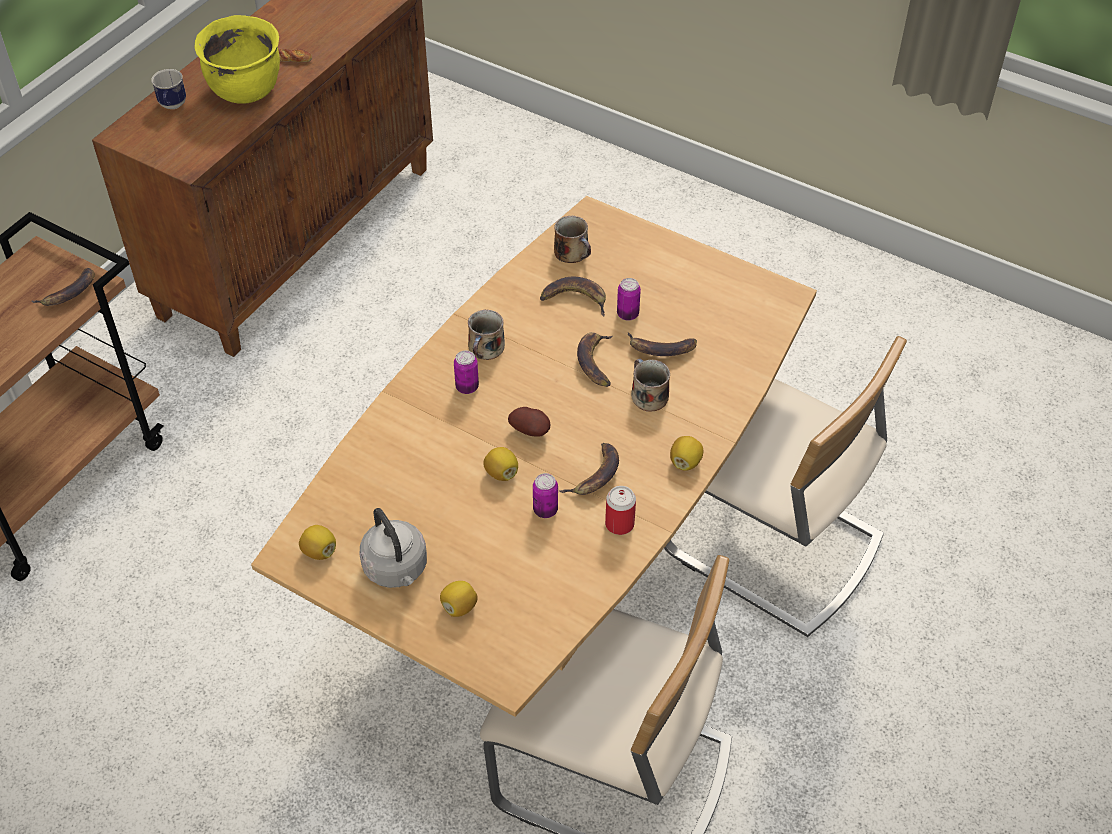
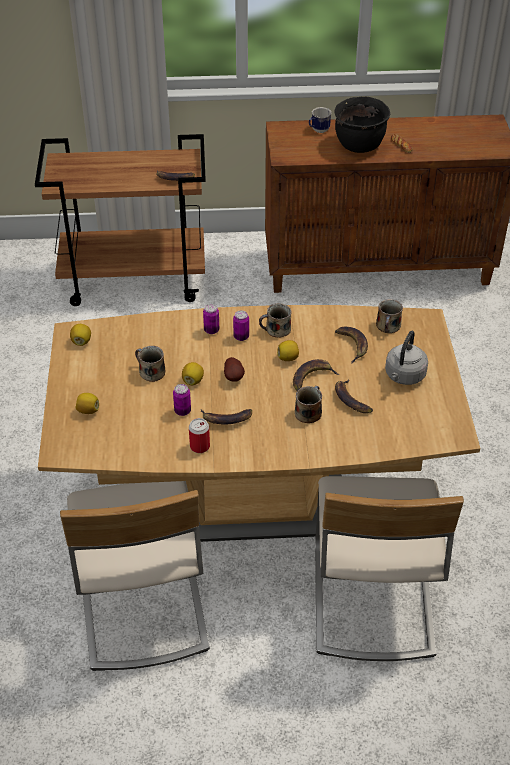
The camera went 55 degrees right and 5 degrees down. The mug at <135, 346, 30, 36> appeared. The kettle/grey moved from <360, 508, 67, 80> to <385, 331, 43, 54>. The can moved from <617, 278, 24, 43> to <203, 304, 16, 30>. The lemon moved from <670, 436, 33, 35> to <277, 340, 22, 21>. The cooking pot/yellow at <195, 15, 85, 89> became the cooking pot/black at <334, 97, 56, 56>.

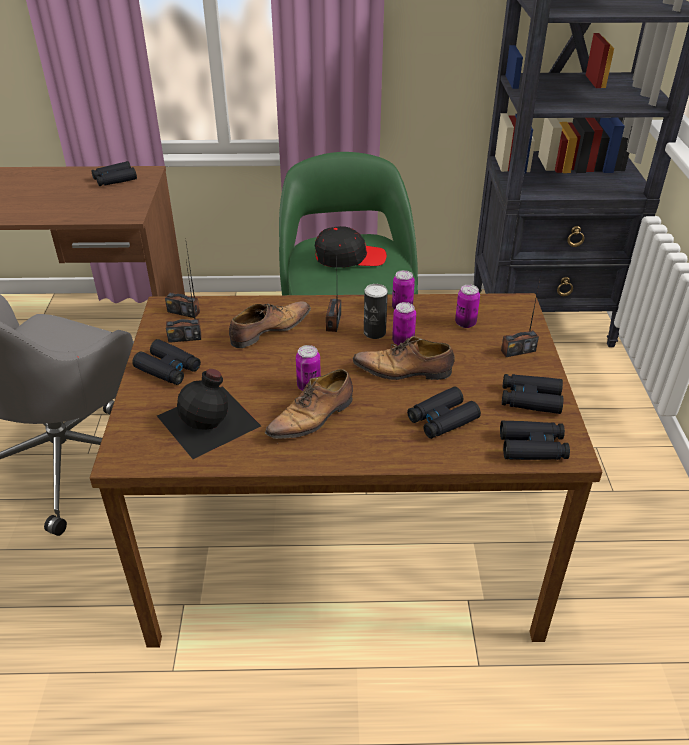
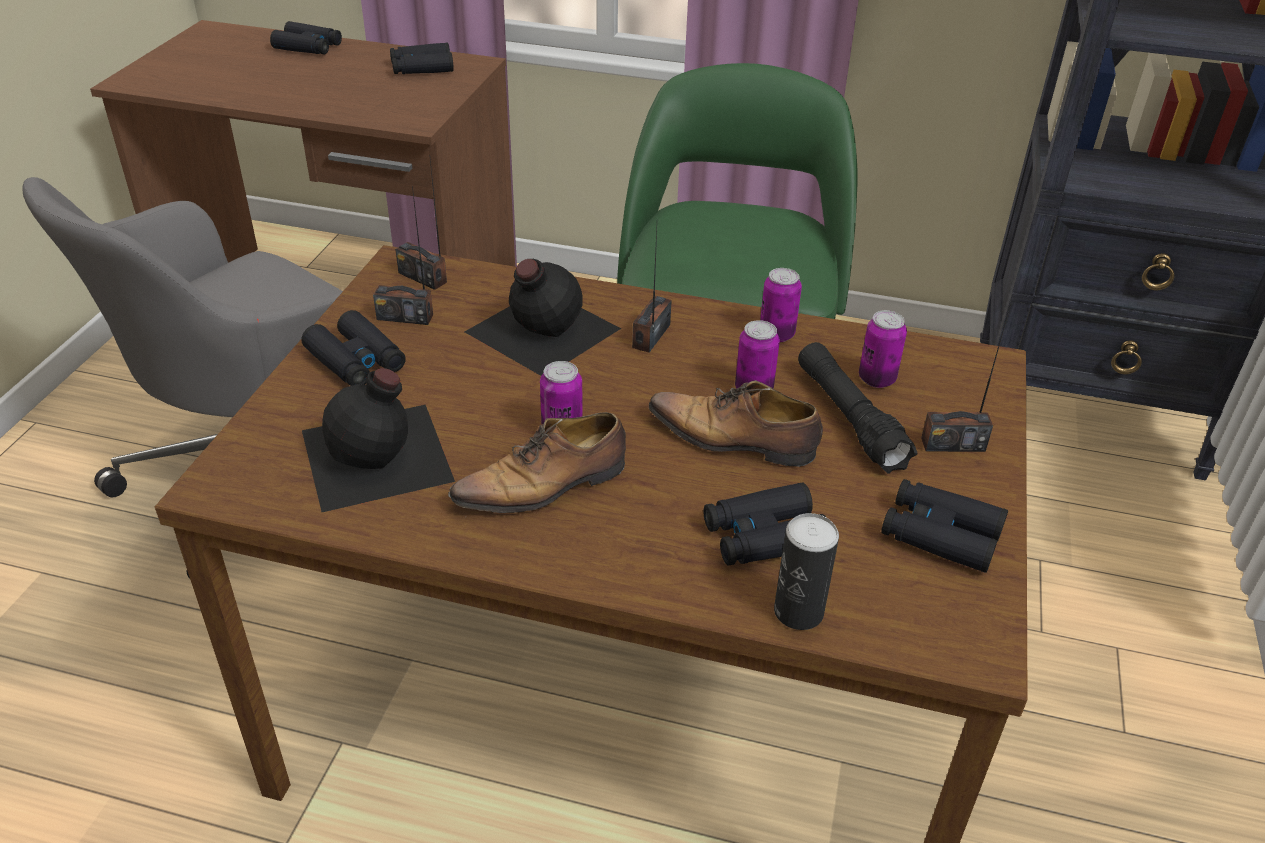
The camera went 15 degrees right and 0 degrees up. The cap/black at <315, 226, 72, 42> disappeared. The flashlight/black at <798, 342, 119, 132> appeared. The can moved from <364, 284, 24, 55> to <774, 513, 65, 117>. The binoculars/black moved from <500, 420, 70, 40> to <270, 21, 72, 34>. The shoe at <229, 301, 82, 47> was replaced by the bottle/black at <465, 259, 156, 117>.

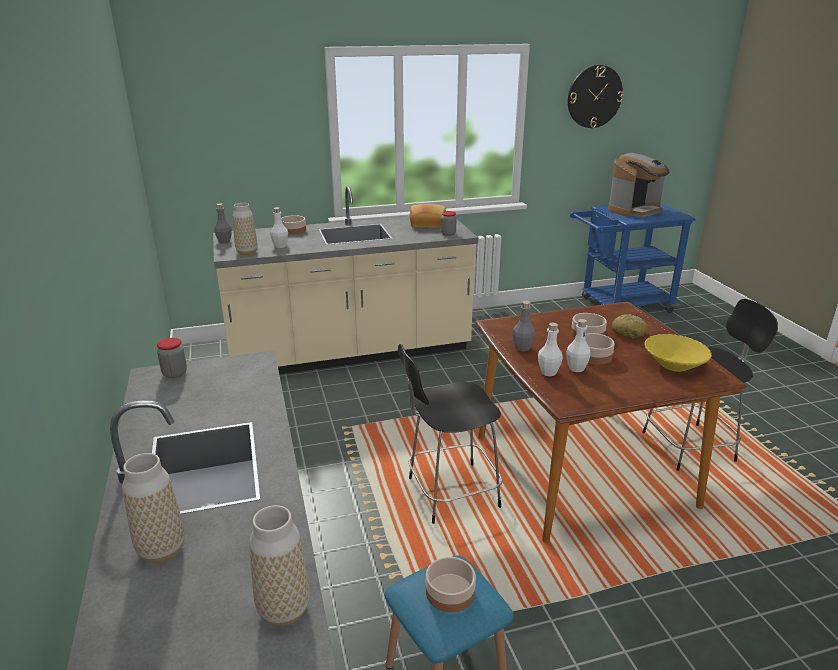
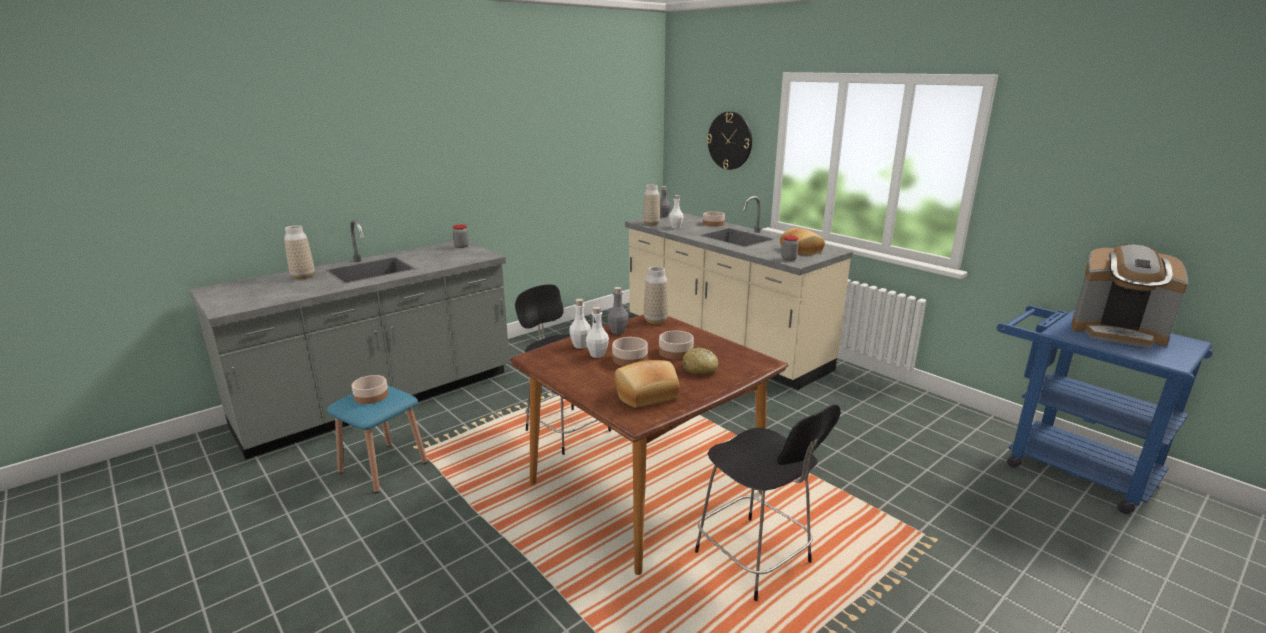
The camera went 65 degrees right and 5 degrees down. The vase moved from <249, 505, 60, 121> to <644, 267, 24, 57>. The wall clock moved from <568, 65, 55, 63> to <707, 112, 45, 58>. The bowl/yellow at <645, 334, 67, 38> was replaced by the bread at <615, 360, 65, 48>.

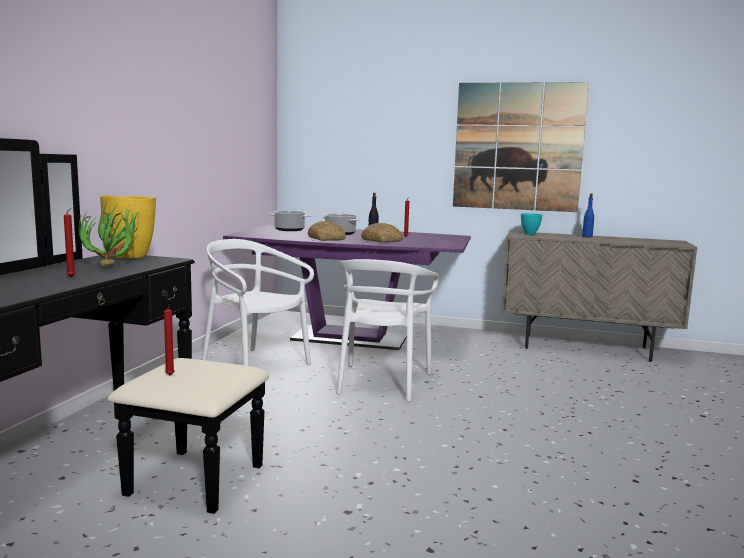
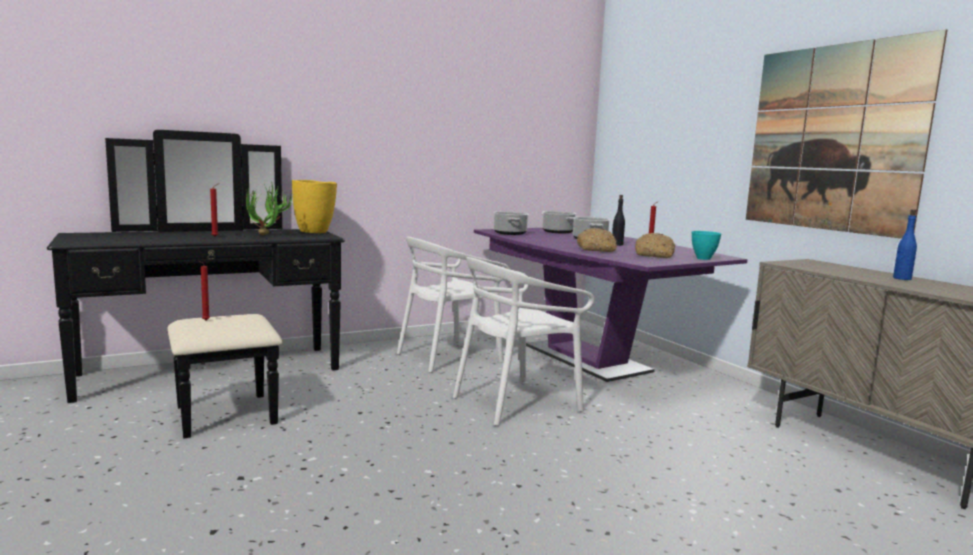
The camera went 45 degrees right and 0 degrees up. The cooking pot at <493, 211, 36, 24> appeared. The bread moved from <308, 221, 38, 20> to <635, 233, 40, 25>. The bowl/turquoise moved from <521, 213, 22, 22> to <692, 231, 29, 29>. The chair/white at <202, 239, 112, 127> turned 120 degrees counterclockwise.

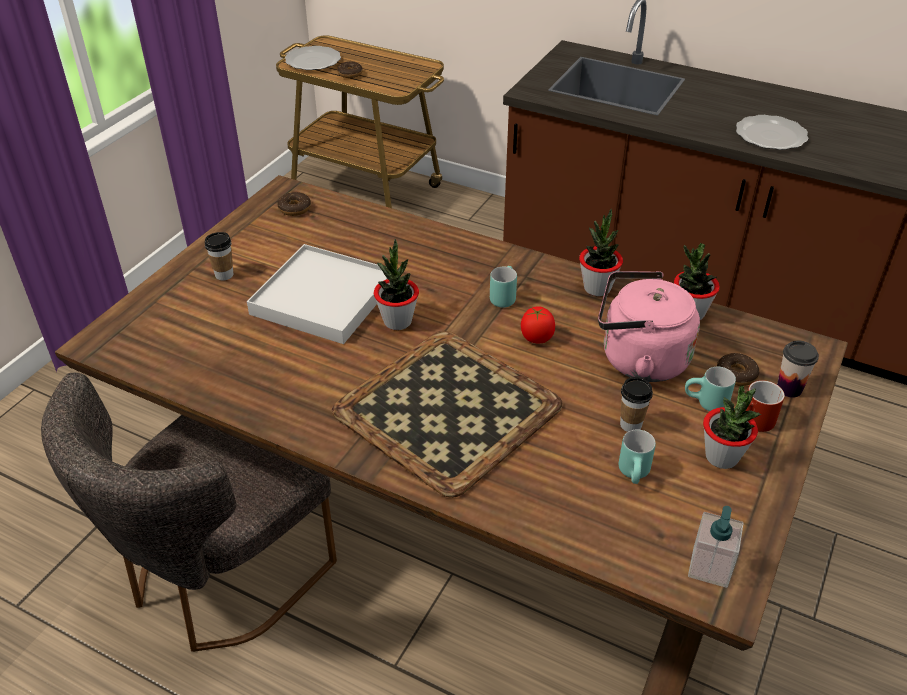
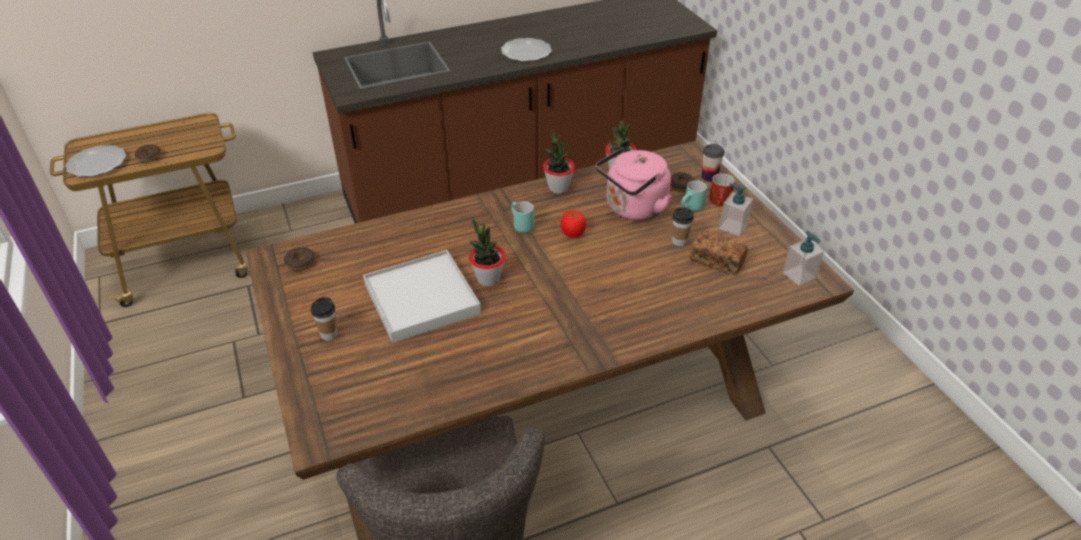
The camera went 50 degrees left and 0 degrees up. The tray at <332, 331, 231, 167> disappeared. The mug/turquoise at <619, 430, 37, 54> was replaced by the bread at <690, 231, 58, 44>. The potted plant at <703, 385, 58, 84> was replaced by the soap dispenser at <719, 183, 34, 53>.

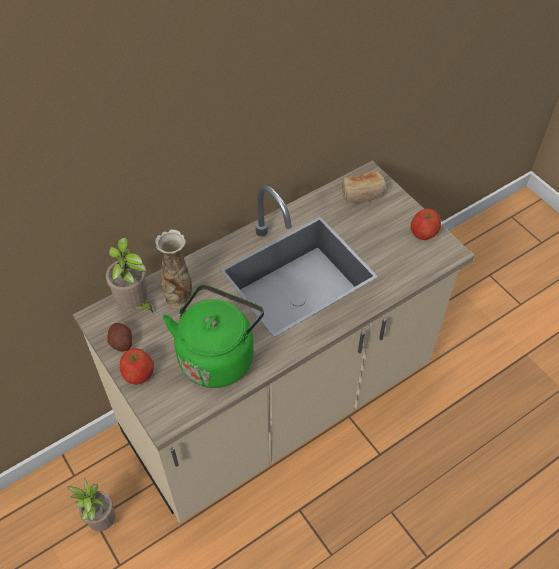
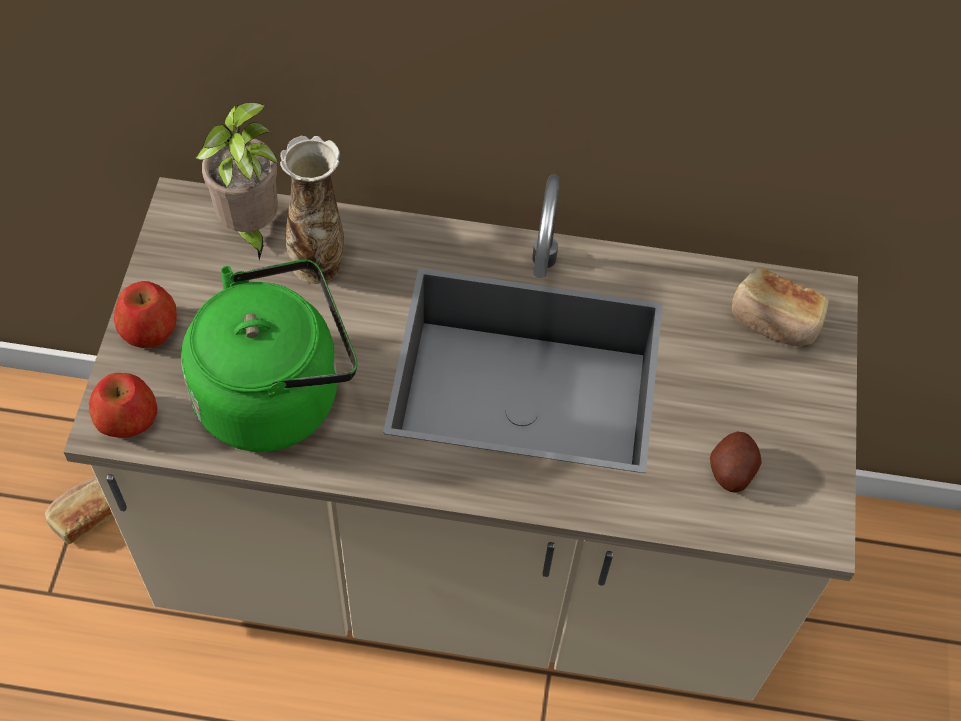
The camera went 40 degrees right and 5 degrees up. The potato moved from <107, 323, 25, 29> to <710, 432, 52, 61>. The apple moved from <411, 208, 30, 32> to <89, 373, 68, 65>. The potted plant at <68, 478, 48, 53> was replaced by the bread at <45, 477, 68, 67>.

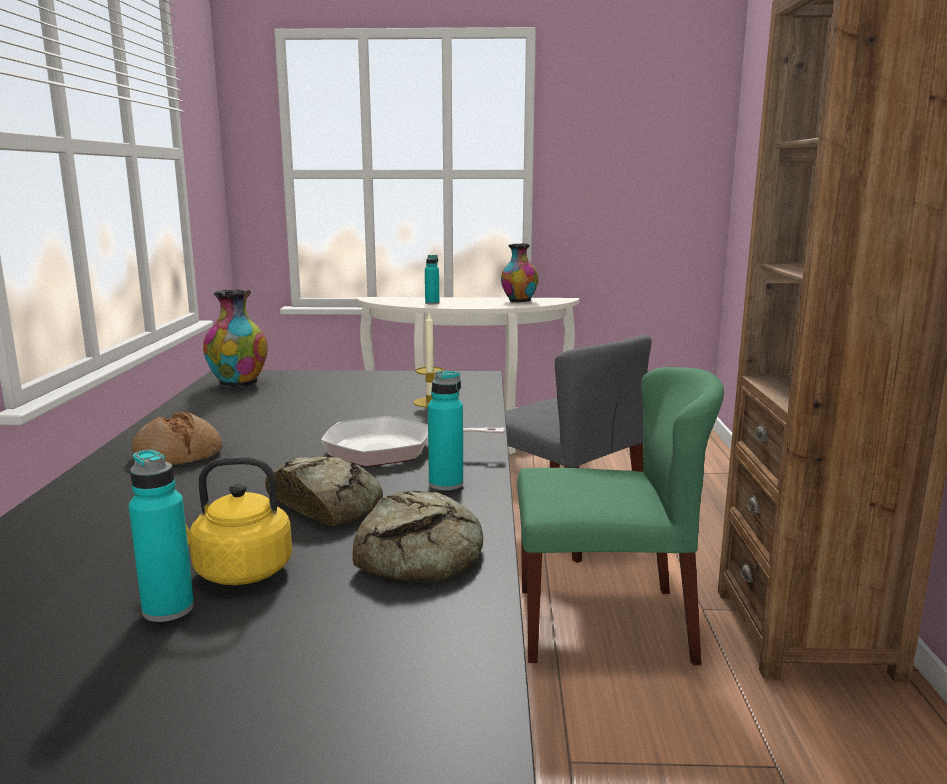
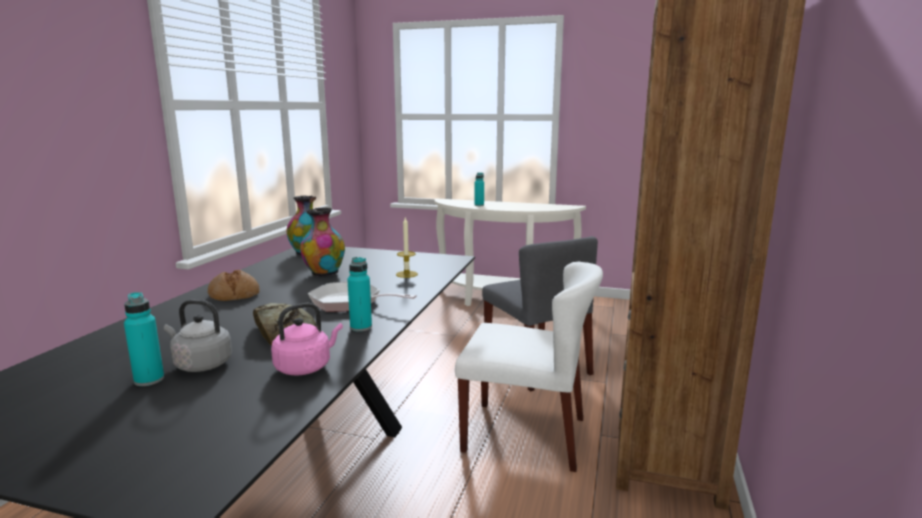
The camera went 15 degrees right and 0 degrees up. The vase moved from <501, 243, 37, 59> to <300, 208, 45, 69>. The bread at <352, 490, 131, 92> was replaced by the kettle/pink at <271, 303, 72, 72>. The kettle/yellow at <185, 457, 107, 128> became the kettle/grey at <164, 300, 68, 72>. The chair/green at <517, 367, 207, 298> became the chair/white at <455, 261, 148, 211>.

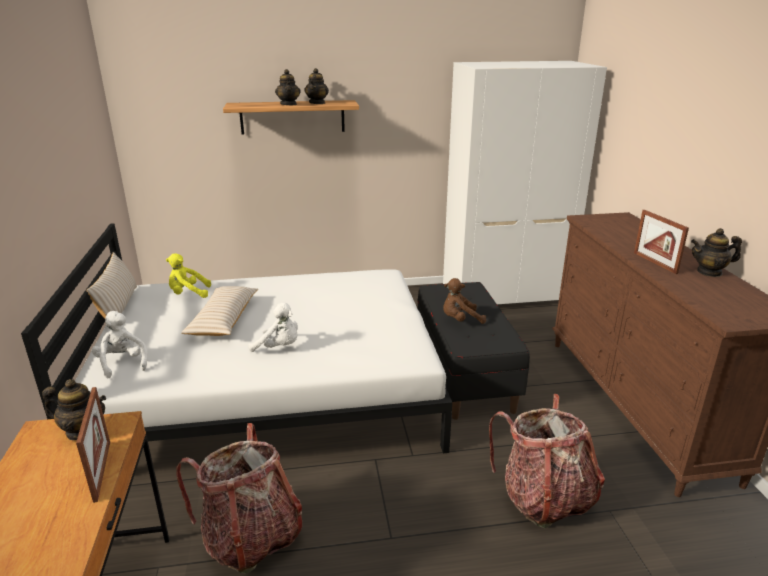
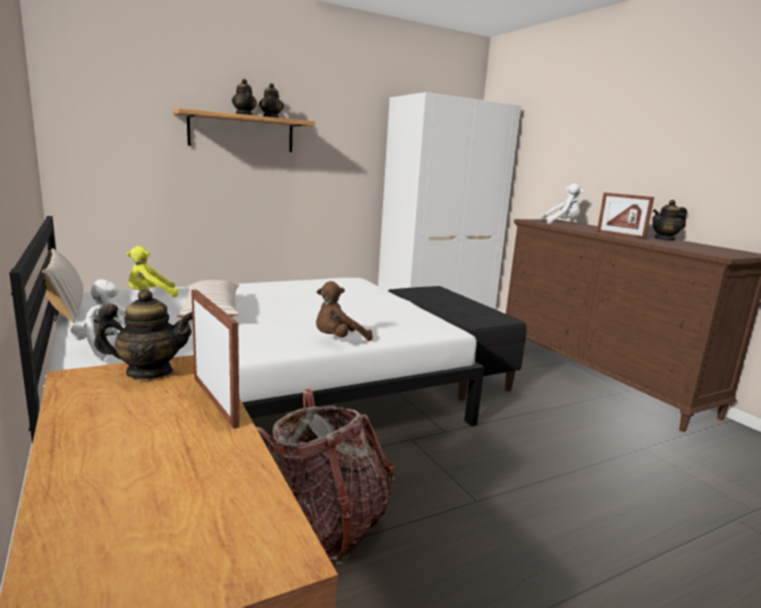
The camera went 20 degrees left and 10 degrees down. The backpack at <489, 394, 116, 134> disappeared. The plush toy/white moved from <248, 303, 50, 49> to <540, 183, 44, 41>. The plush toy/brown moved from <443, 278, 43, 46> to <316, 281, 57, 60>.

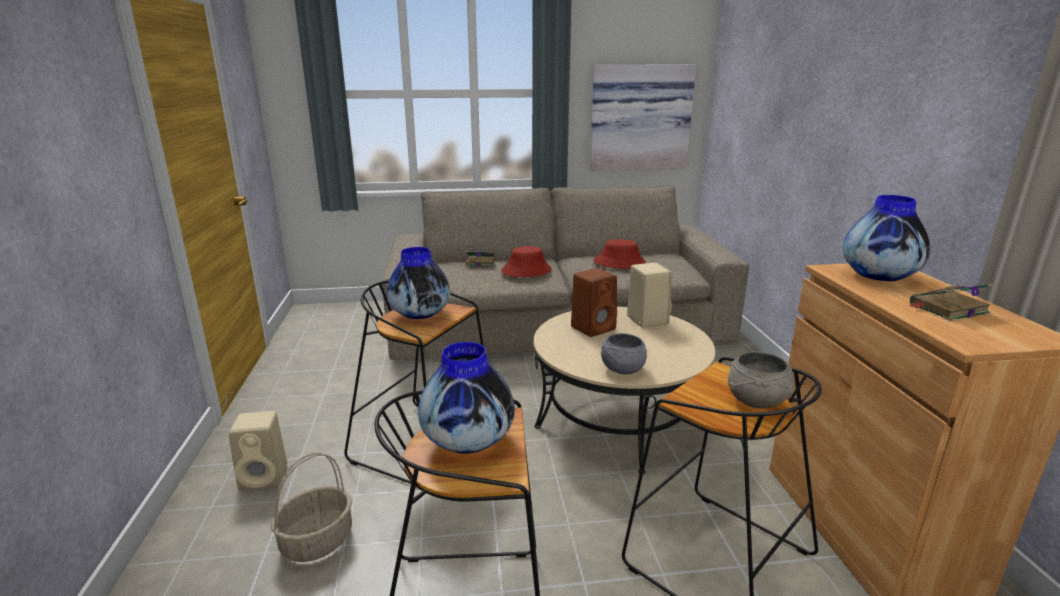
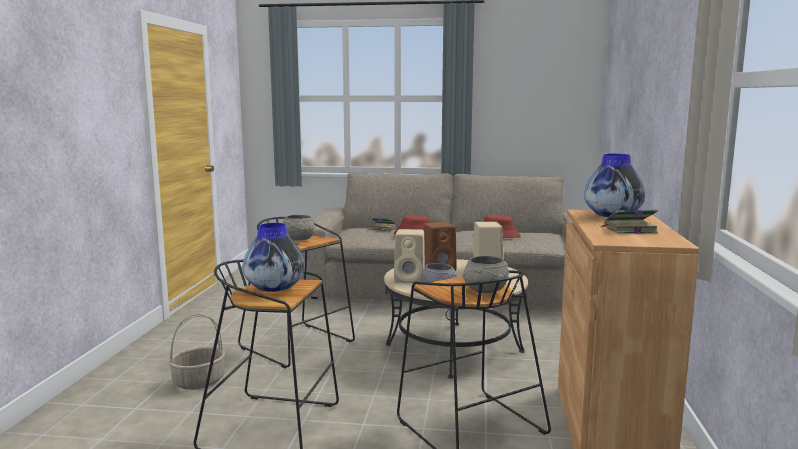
The camera went 15 degrees right and 10 degrees down. The picture at <590, 65, 106, 105> disappeared. The speaker/beige moved from <229, 411, 58, 79> to <394, 229, 31, 54>. The vase at <386, 247, 65, 72> was replaced by the bowl/grey at <283, 215, 32, 26>.

